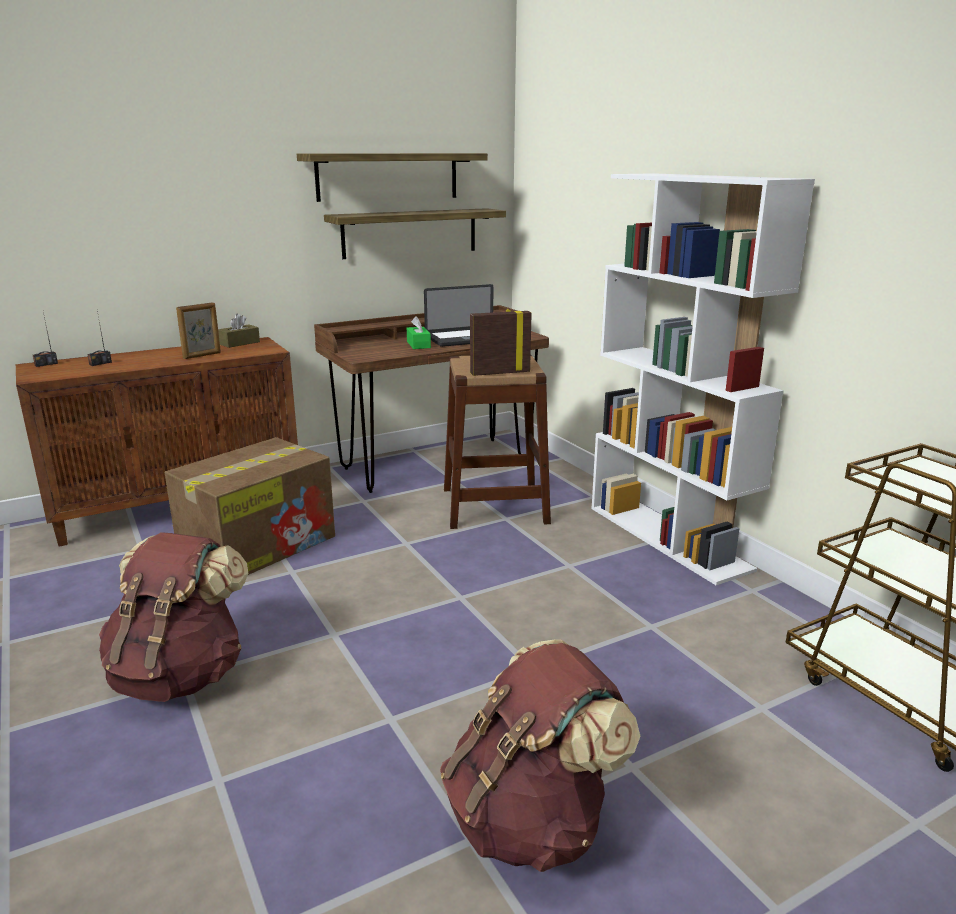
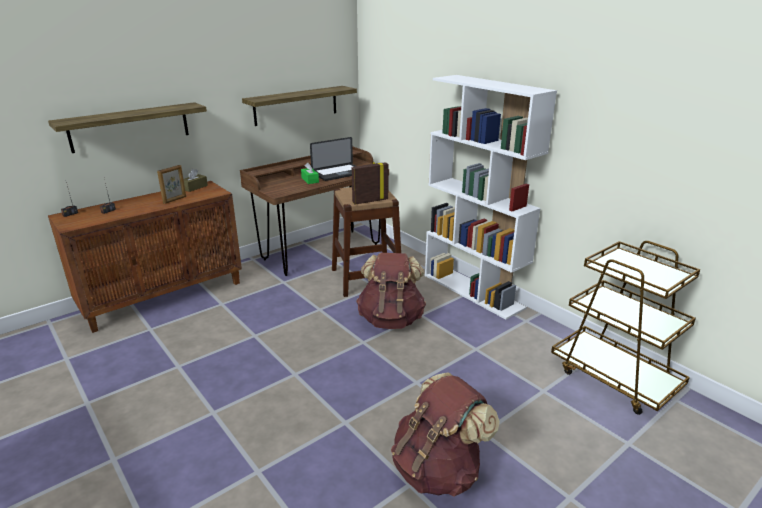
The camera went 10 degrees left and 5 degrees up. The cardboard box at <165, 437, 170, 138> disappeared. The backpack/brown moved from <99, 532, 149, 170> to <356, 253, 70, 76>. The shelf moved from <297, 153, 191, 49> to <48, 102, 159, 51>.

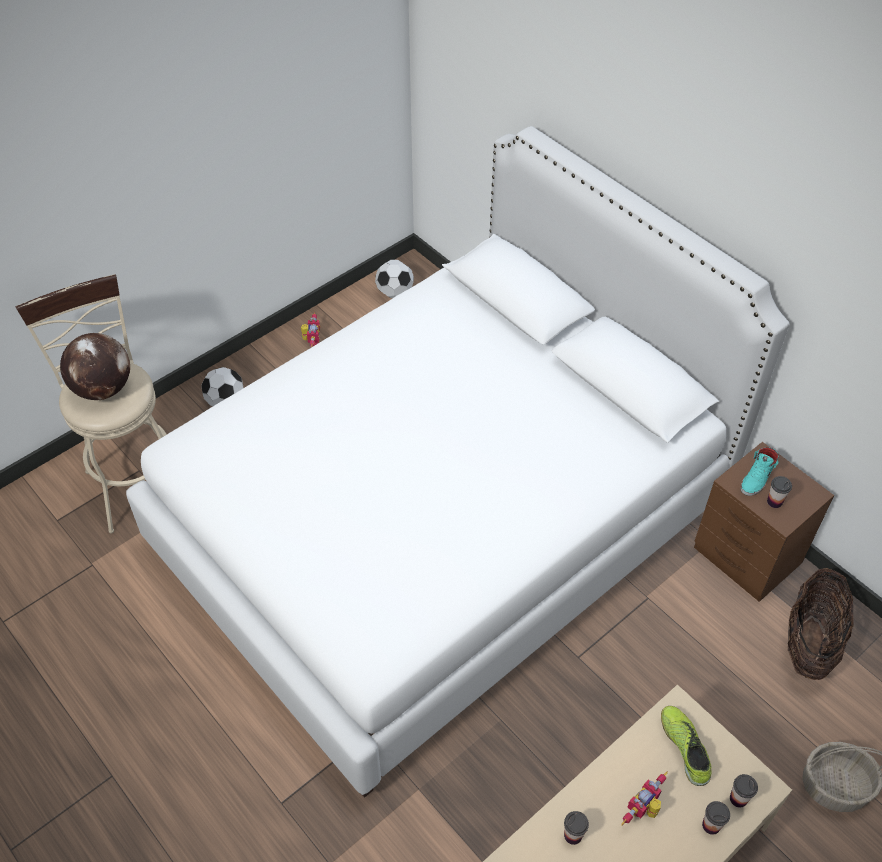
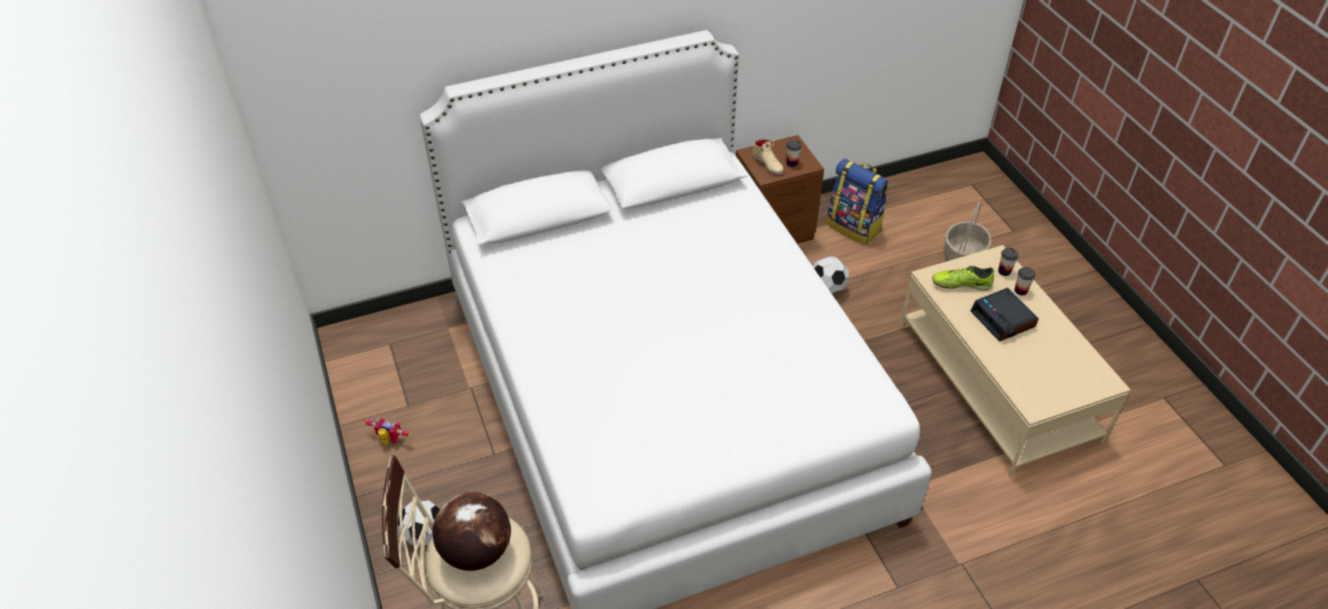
The camera went 70 degrees left and 5 degrees down. The cup at <564, 811, 25, 34> disappeared. The football moved from <375, 260, 39, 38> to <813, 256, 36, 38>. The toy robot at <621, 772, 47, 54> was replaced by the alarm clock at <970, 288, 69, 54>. The basket at <787, 568, 67, 112> was replaced by the backpack at <826, 159, 63, 85>. The shoe/turquoise at <740, 447, 39, 49> became the shoe/beige at <752, 139, 32, 36>.

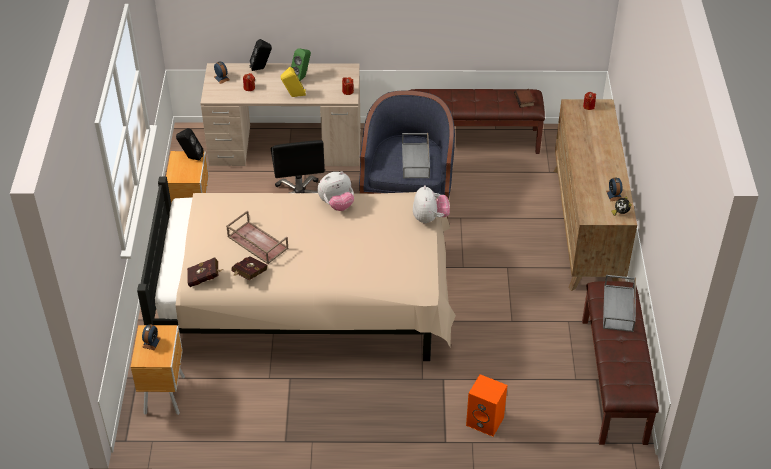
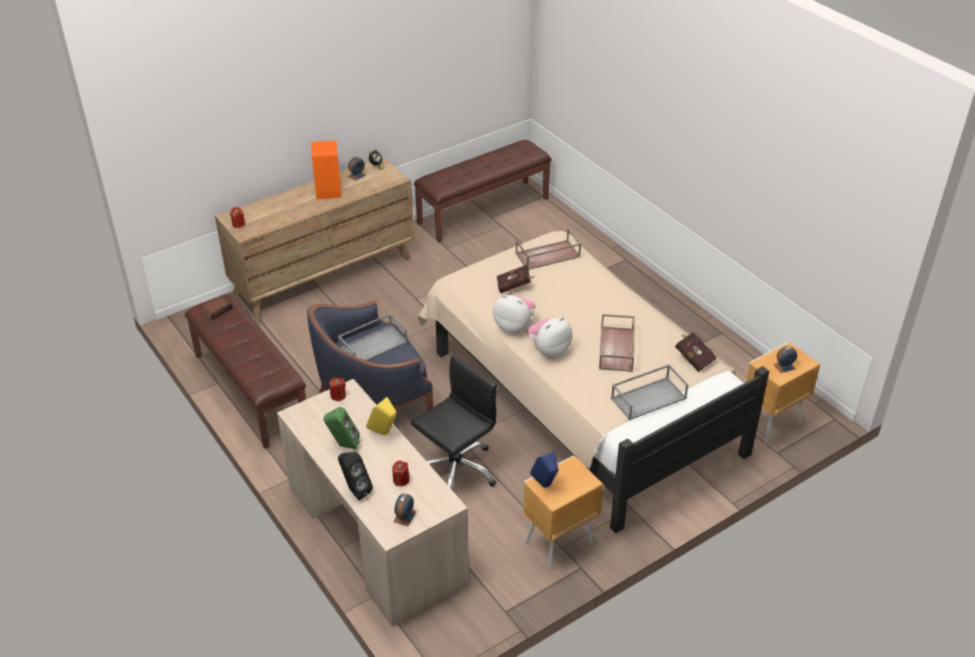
The camera went 125 degrees left and 5 degrees down. The tray/brown at <515, 228, 66, 42> appeared. The book/red moved from <231, 256, 37, 24> to <497, 265, 38, 28>. The plush toy moved from <413, 185, 37, 39> to <527, 317, 45, 41>. The speaker/orange moved from <466, 374, 42, 63> to <311, 140, 30, 59>. The tray/grey moved from <603, 275, 33, 57> to <611, 364, 77, 56>. The speaker/black at <176, 128, 28, 33> became the speaker/blue at <530, 452, 28, 36>.

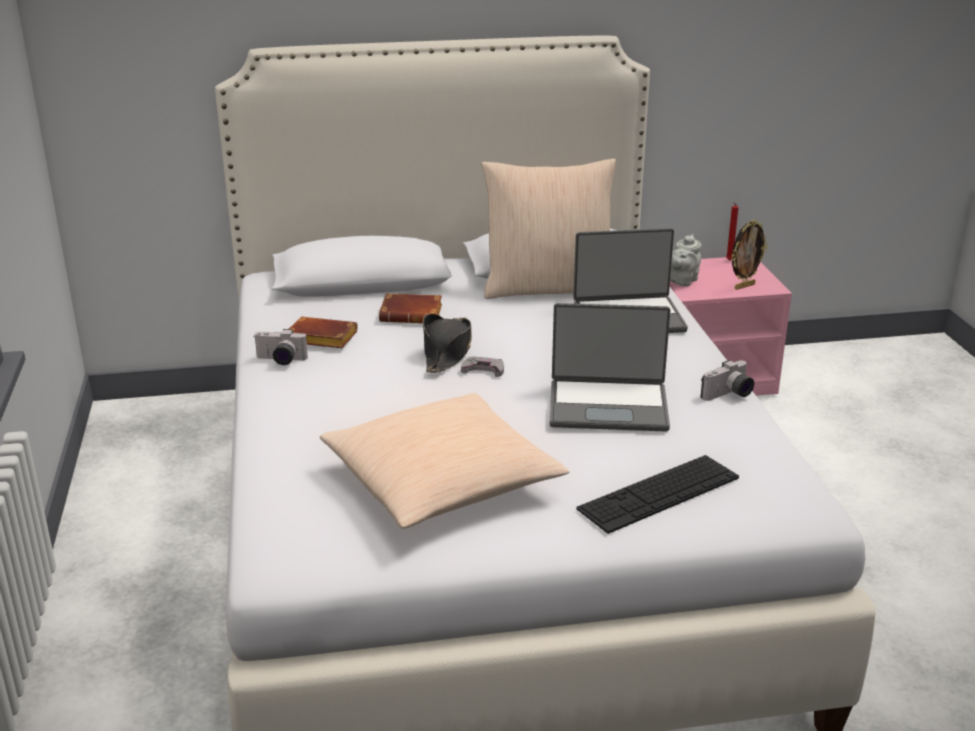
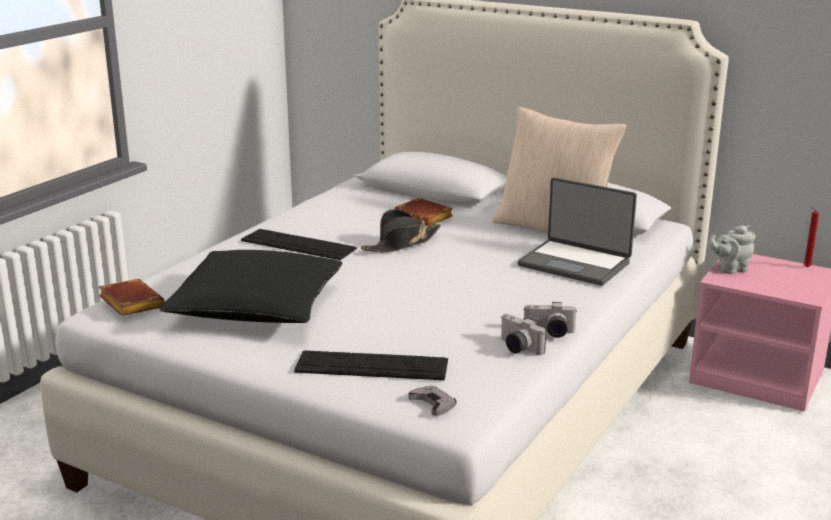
The camera went 40 degrees right and 5 degrees down. The laptop at <550, 303, 120, 129> disappeared. The picture frame at <731, 220, 36, 70> disappeared. The keyboard at <241, 229, 116, 31> appeared. The photo camera moved from <254, 329, 54, 36> to <501, 314, 45, 41>. The book/brown moved from <289, 317, 69, 31> to <99, 279, 66, 37>. The game controller/grey moved from <461, 356, 43, 21> to <409, 386, 47, 30>. The pillow/beige at <320, 393, 249, 136> became the pillow/black at <159, 250, 183, 73>.

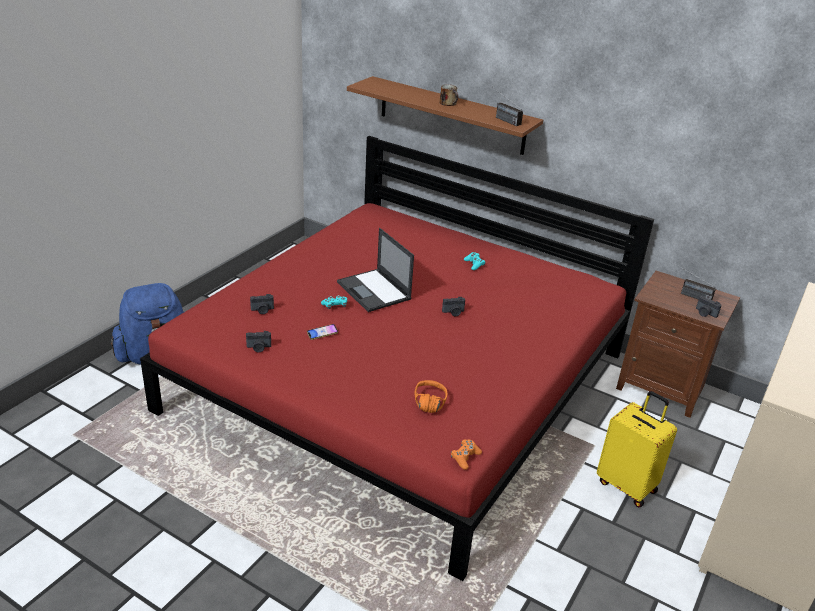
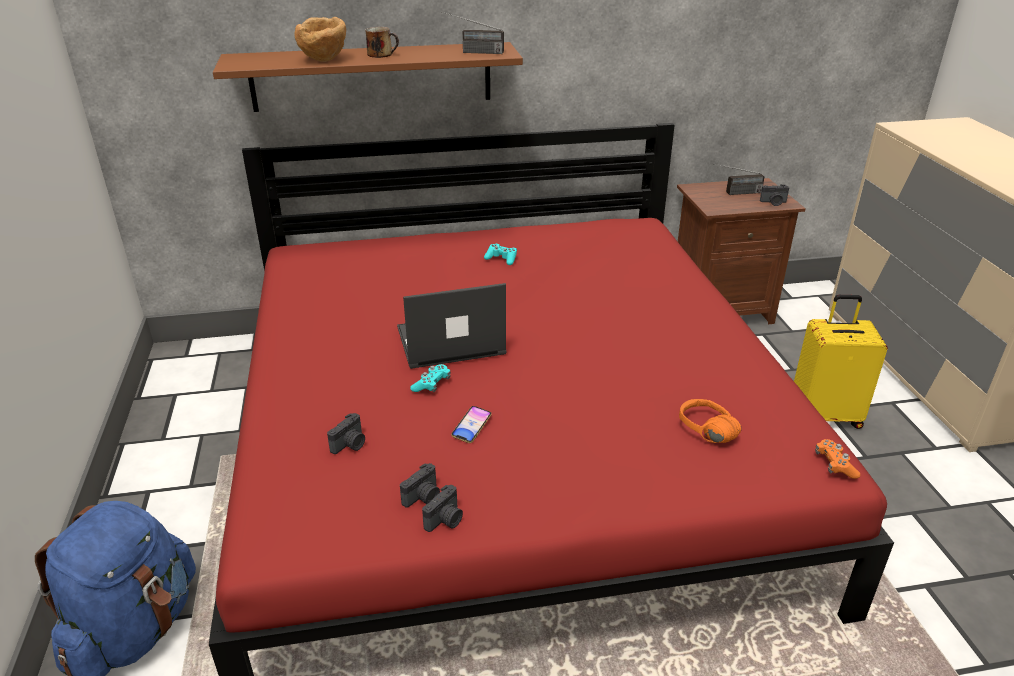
The camera went 40 degrees left and 0 degrees up. The bowl/brown at <294, 17, 52, 45> appeared. The photo camera moved from <442, 297, 23, 20> to <422, 485, 41, 47>. The laptop at <337, 228, 77, 84> turned 150 degrees clockwise.

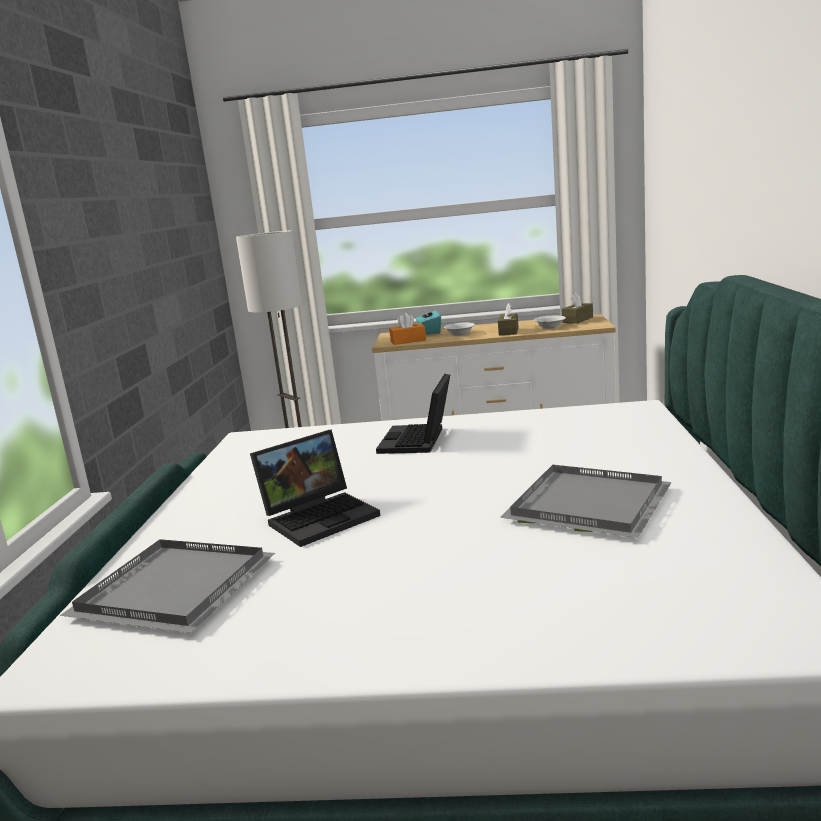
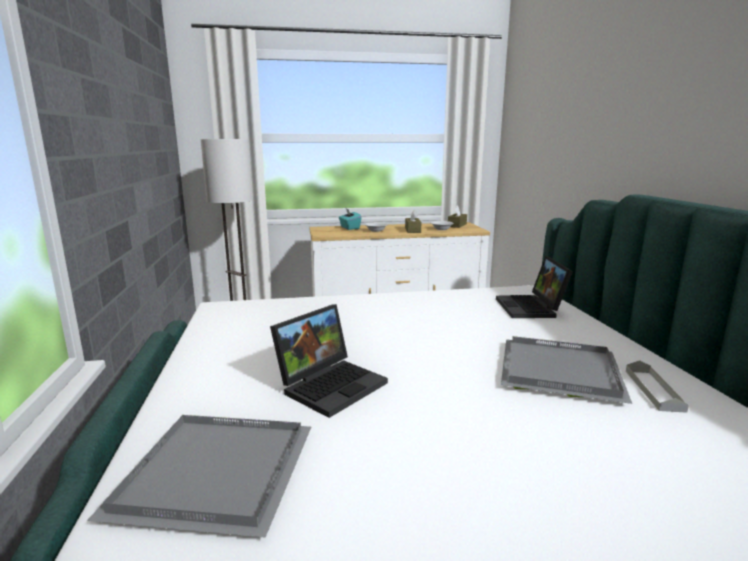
The camera went 15 degrees left and 0 degrees up. The tissue box/orange at <389, 313, 37, 32> disappeared. The tray/grey at <626, 360, 63, 53> appeared. The laptop moved from <376, 374, 74, 80> to <496, 256, 77, 62>.

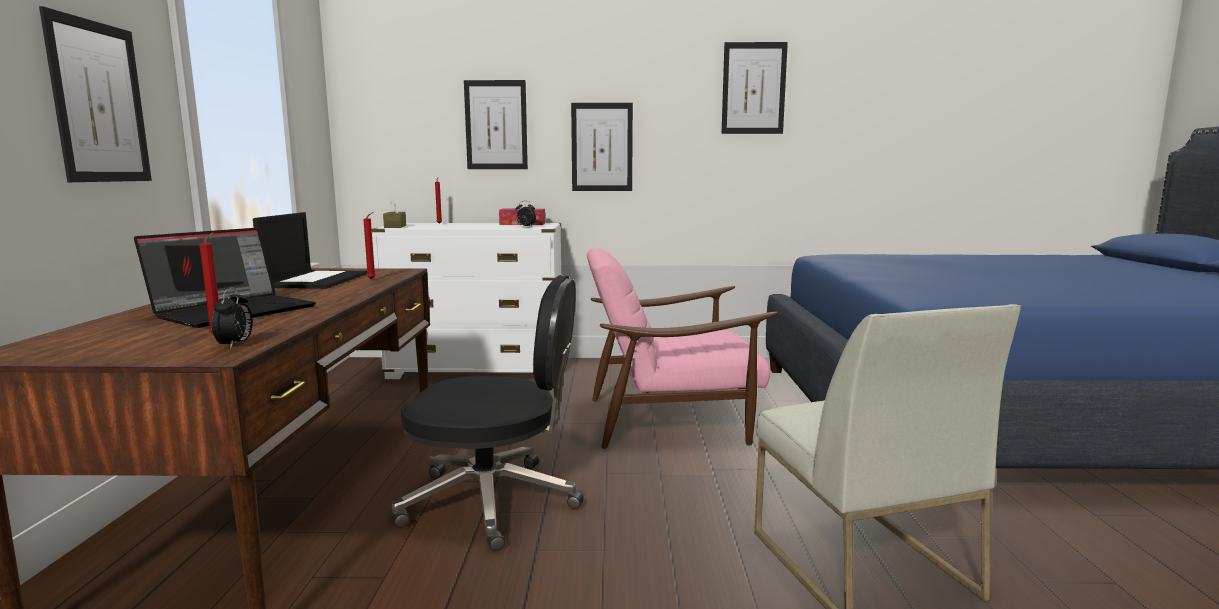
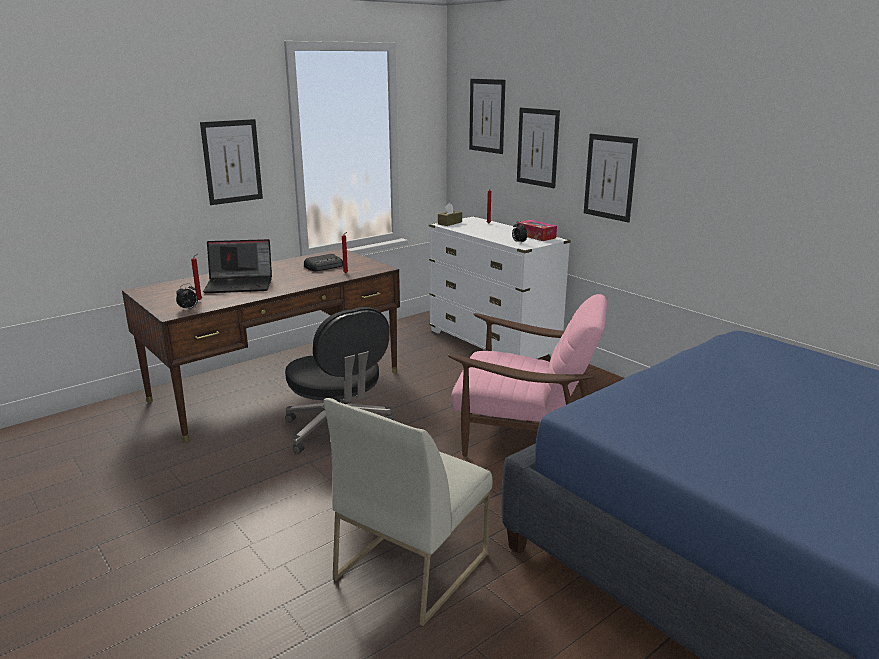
The camera went 50 degrees right and 10 degrees up. The picture moved from <721, 42, 67, 92> to <469, 79, 37, 75>. The laptop at <253, 212, 114, 77> was replaced by the radio at <304, 254, 39, 17>. The armchair/pink at <587, 248, 191, 201> turned 150 degrees clockwise.

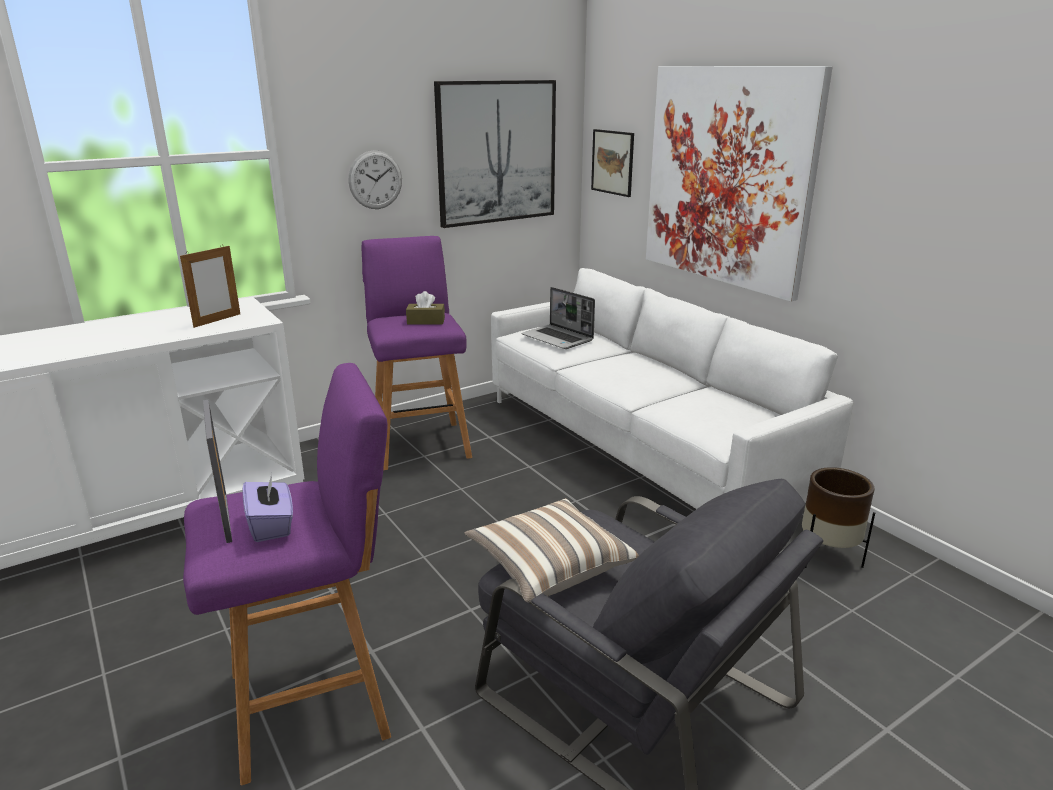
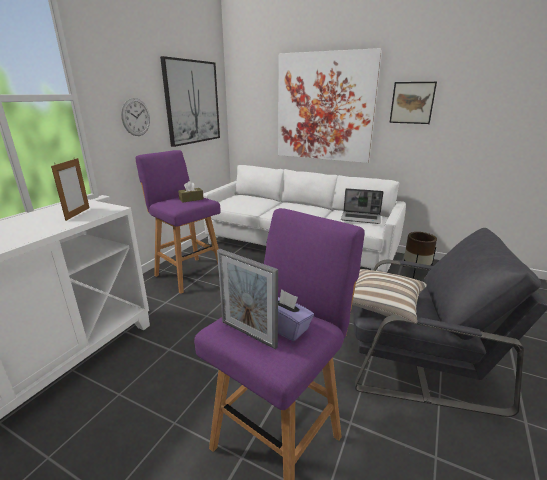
The camera went 30 degrees left and 0 degrees up. The laptop moved from <522, 287, 73, 62> to <341, 188, 43, 36>. The picture moved from <591, 129, 43, 68> to <389, 82, 48, 42>.

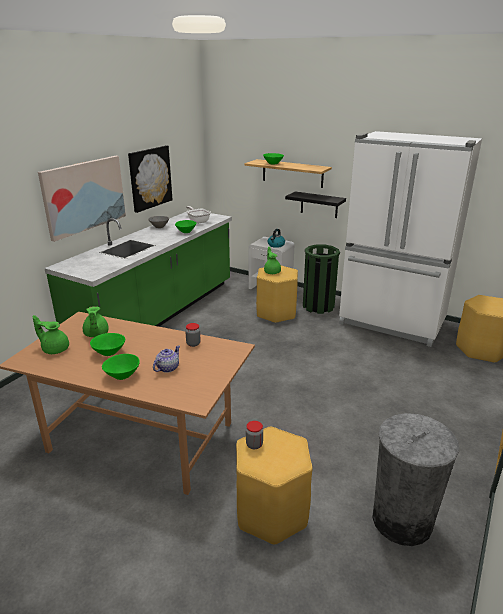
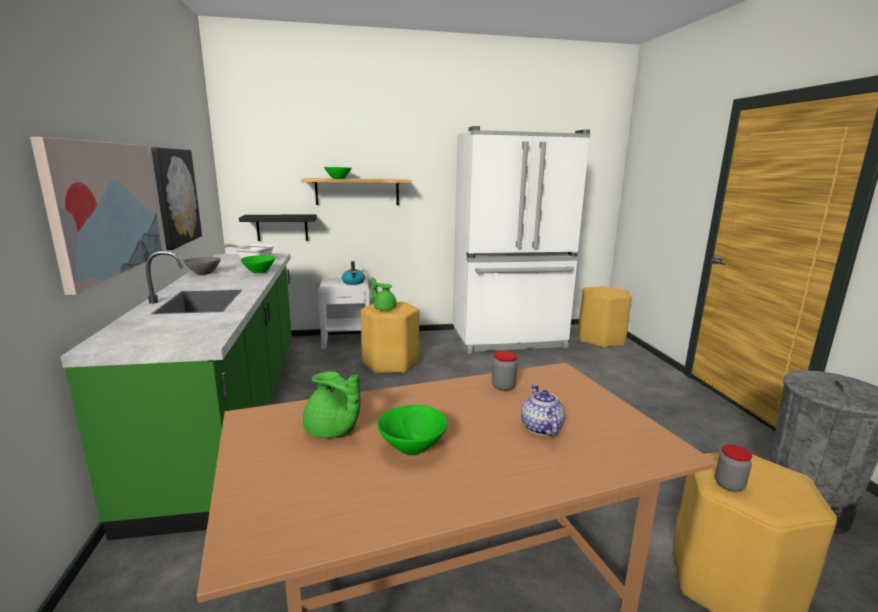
The camera went 40 degrees left and 10 degrees down. The teapot/green at <33, 315, 36, 39> disappeared. The bowl/green at <102, 354, 38, 26> disappeared. The trash can/green at <303, 244, 37, 70> disappeared. The shelf/black moved from <285, 191, 61, 27> to <239, 215, 78, 26>.

